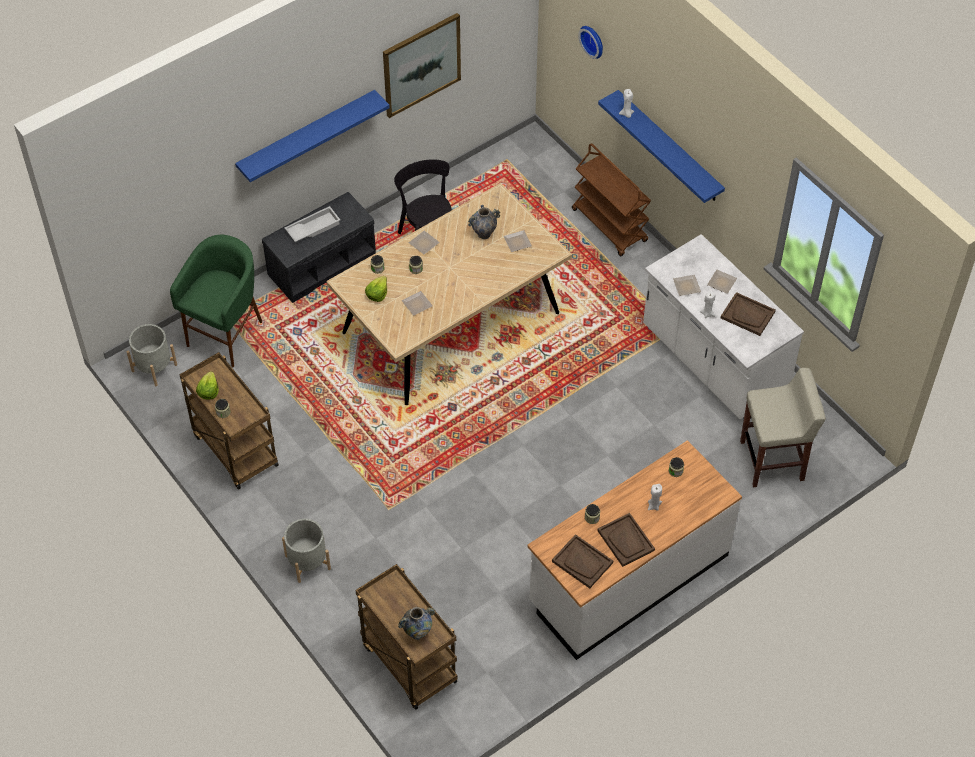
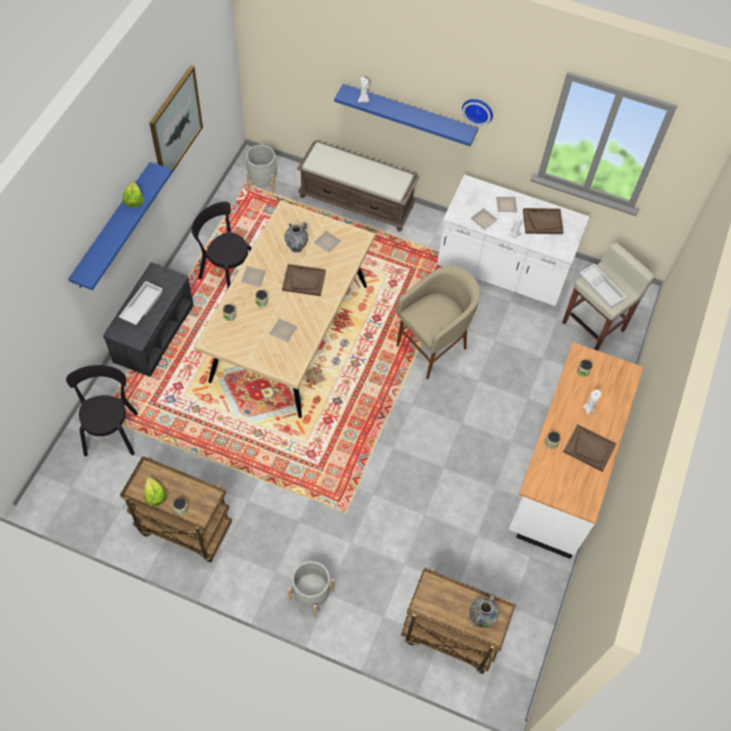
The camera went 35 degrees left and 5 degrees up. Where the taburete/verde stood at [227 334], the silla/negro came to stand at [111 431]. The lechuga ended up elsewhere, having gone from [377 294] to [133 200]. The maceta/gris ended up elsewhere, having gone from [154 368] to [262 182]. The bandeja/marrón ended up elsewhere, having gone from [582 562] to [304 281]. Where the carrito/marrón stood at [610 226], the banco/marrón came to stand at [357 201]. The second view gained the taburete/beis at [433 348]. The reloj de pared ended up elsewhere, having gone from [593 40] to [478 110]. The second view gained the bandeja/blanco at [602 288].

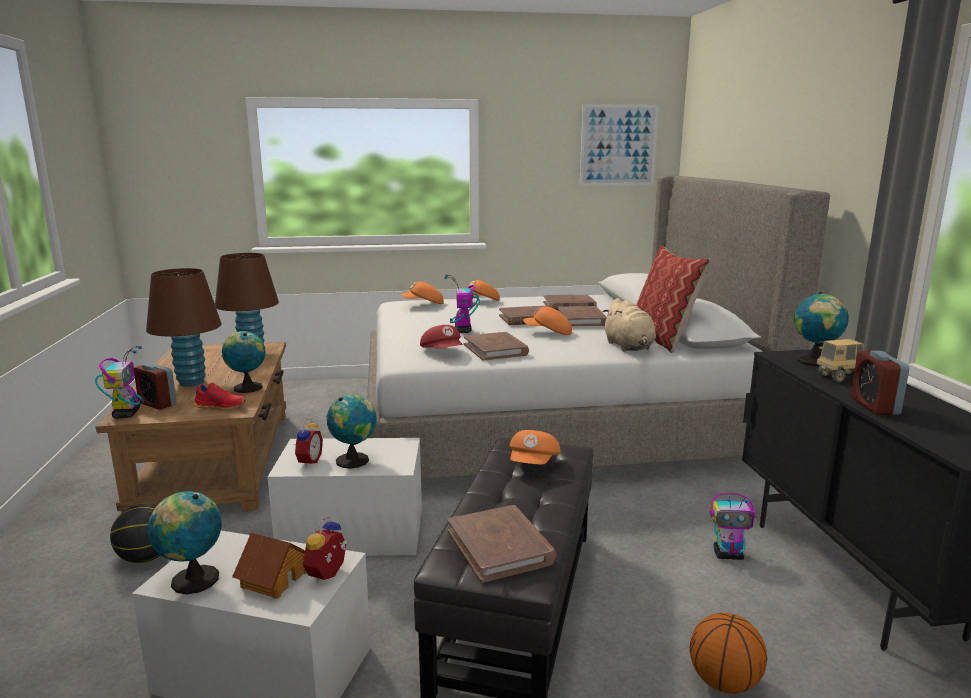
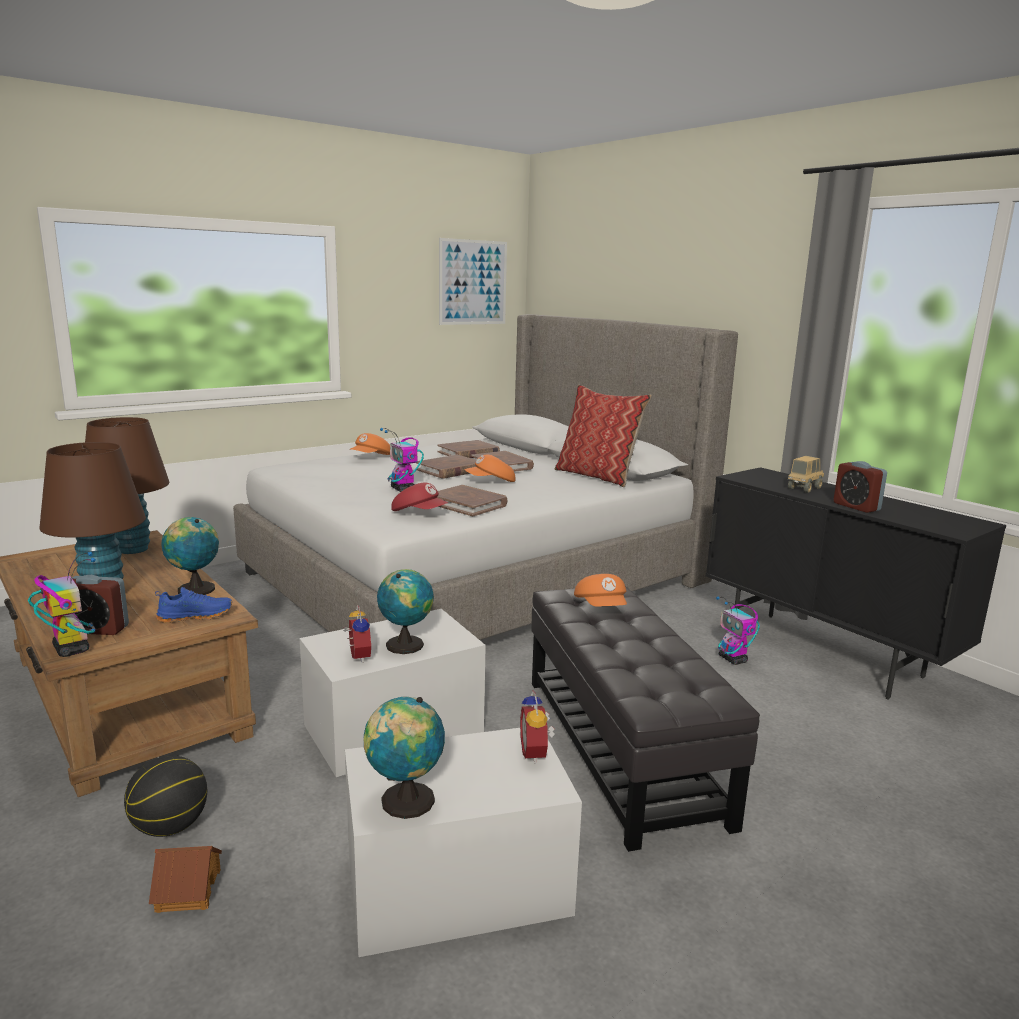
The camera went 30 degrees left and 0 degrees up. The casita ended up elsewhere, having gone from [274 579] to [187 890]. What was the zapato/rojo at [221 406] turned into the zapato/azul at [195 616]. The robot de juguete at [728 555] ended up facing another way, 90 degrees clockwise from before. The second view lost the gorra/naranja at [423 304]. The second view lost the libro/marrón at [500 547]. The second view lost the peluche/beis at [629 347]. The second view lost the balón de baloncesto at [723 682]. The second view lost the globo terráqueo at [815 362].

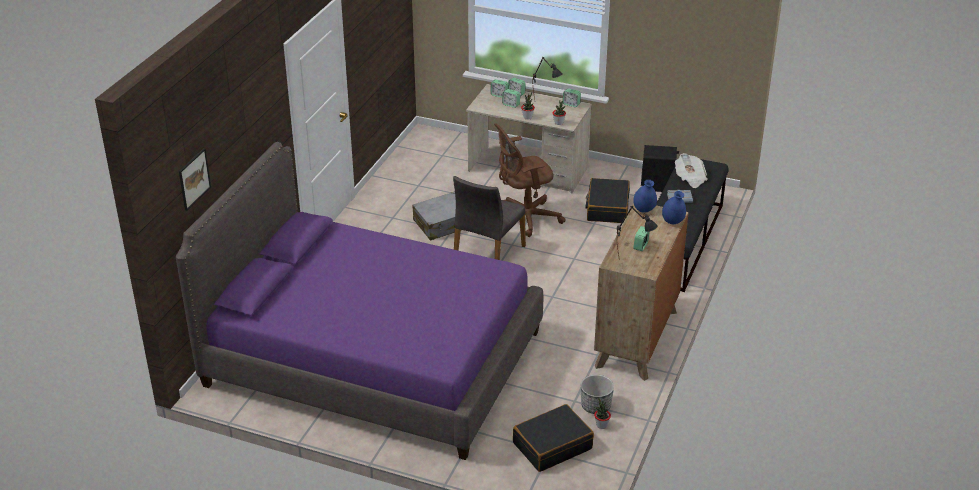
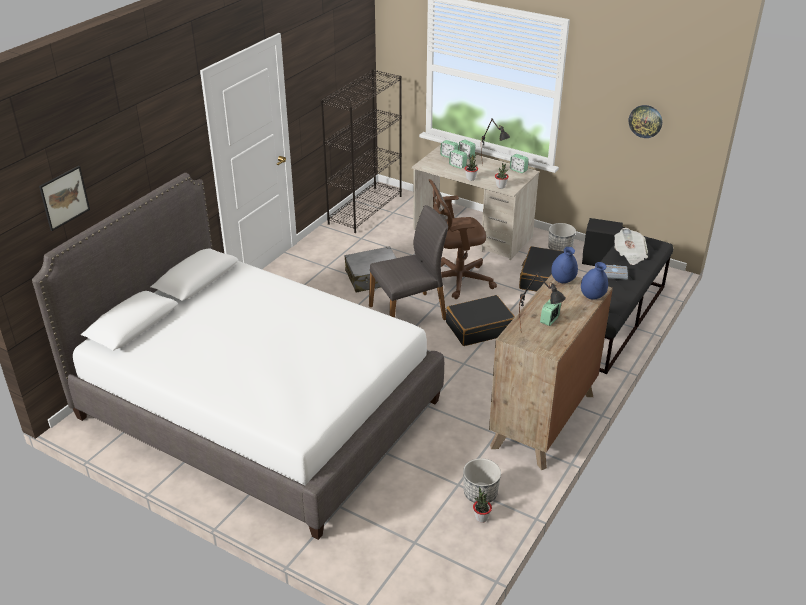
The camera went 10 degrees right and 0 degrees up. What was the cama/morado at [373 358] turned into the cama/blanco at [258 408]. The second view gained the estantería/negro at [365 209]. The silla/gris at [487 255] ended up facing another way, 150 degrees counterclockwise from before. The maleta/negro ended up elsewhere, having gone from [552 445] to [479 328]. The second view gained the maceta at [560 248]. The second view gained the reloj de pared at [645 121].

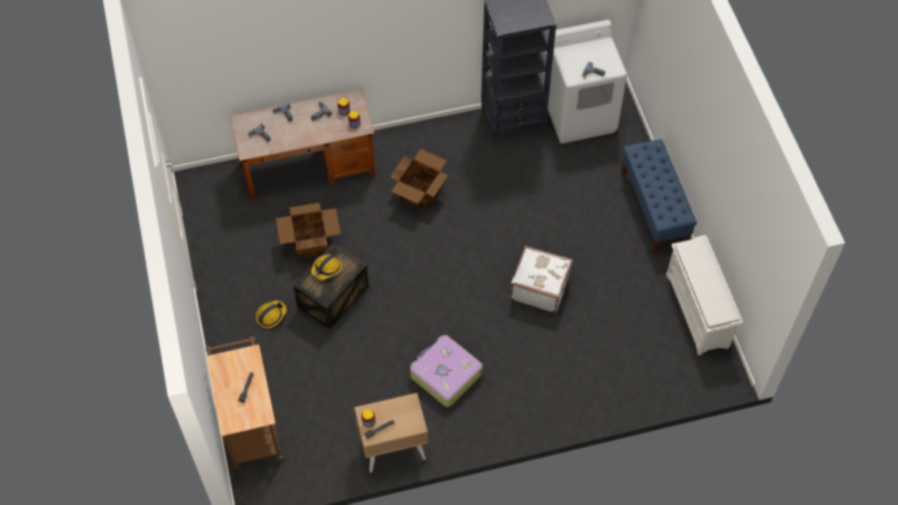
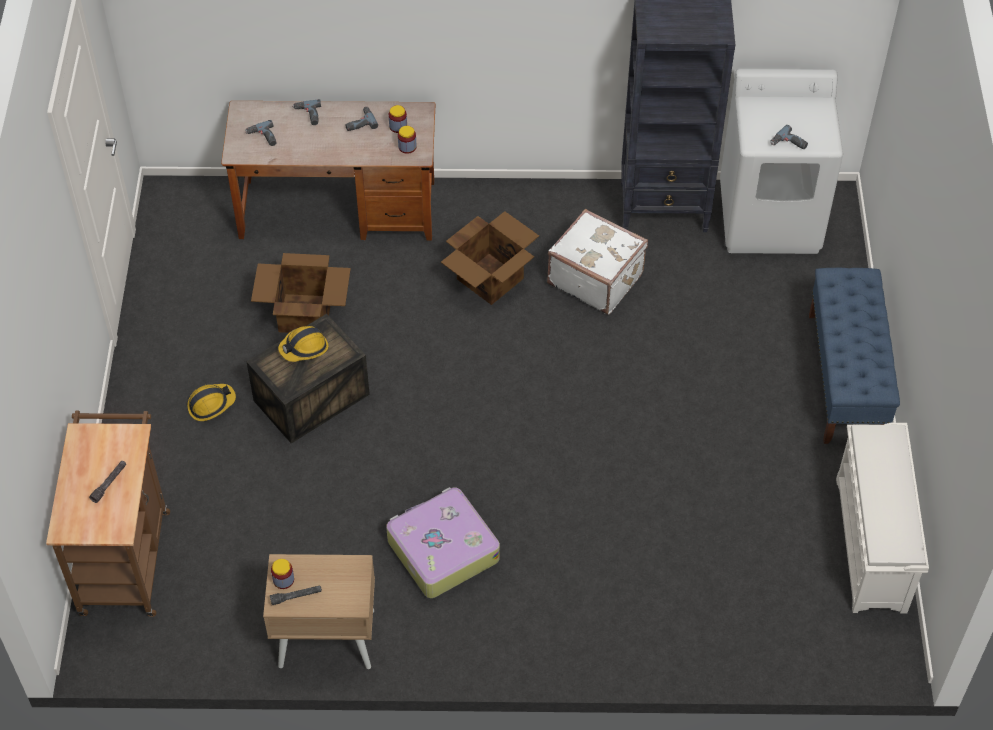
The camera went 15 degrees right and 5 degrees down. The maleta/blanco ended up elsewhere, having gone from [539 288] to [596 278].

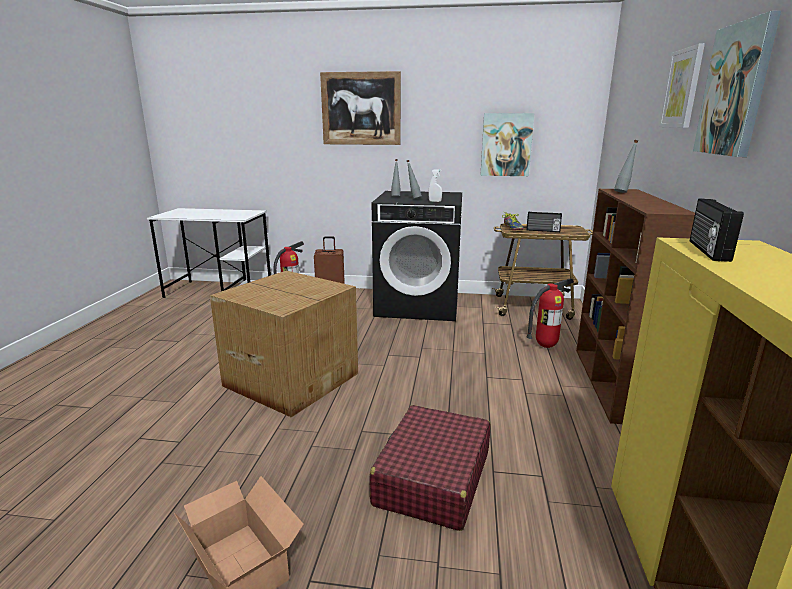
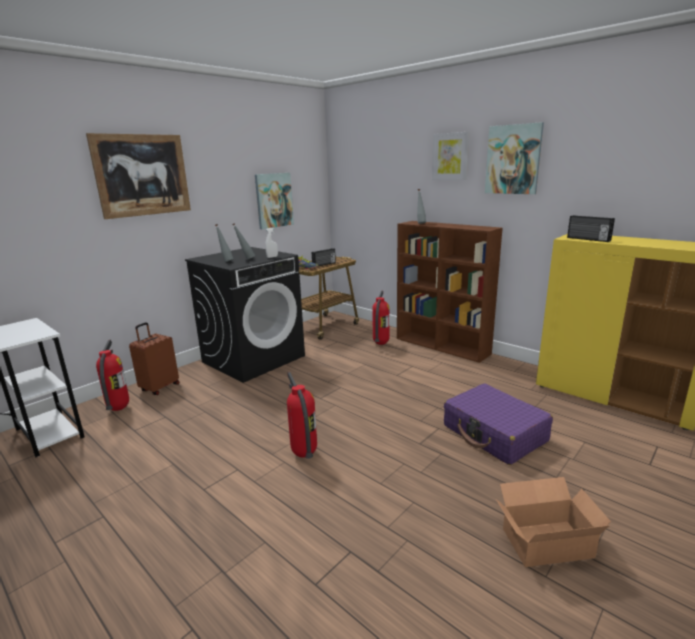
The camera went 55 degrees left and 0 degrees up. Where the caja de cartón stood at [291 378], the extintor came to stand at [303 454]. What was the maleta/rojo at [432 478] turned into the maleta/morado at [494 434].

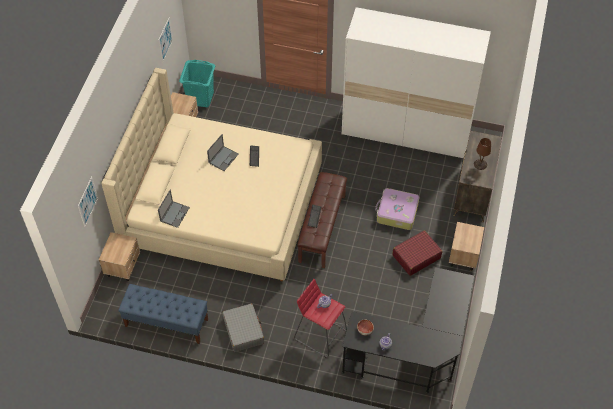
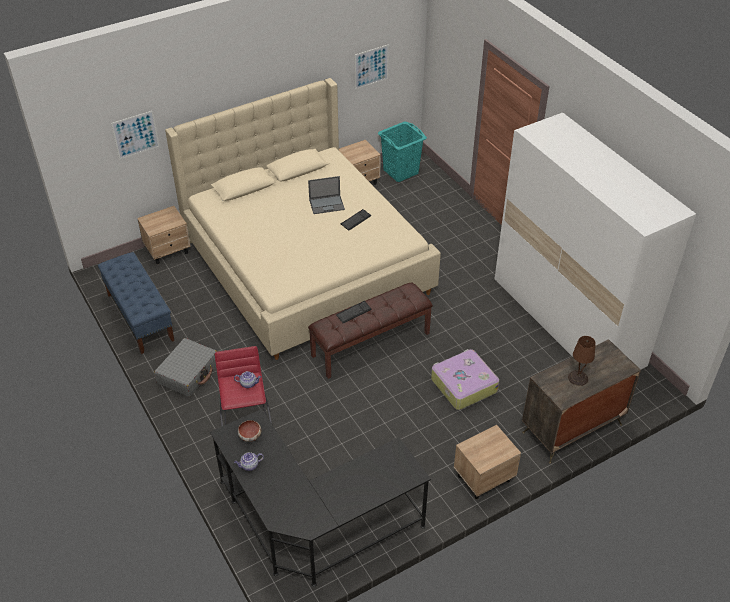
The camera went 45 degrees right and 10 degrees down. The second view lost the portátil at [175 214]. The second view lost the maleta/rojo at [416 256].

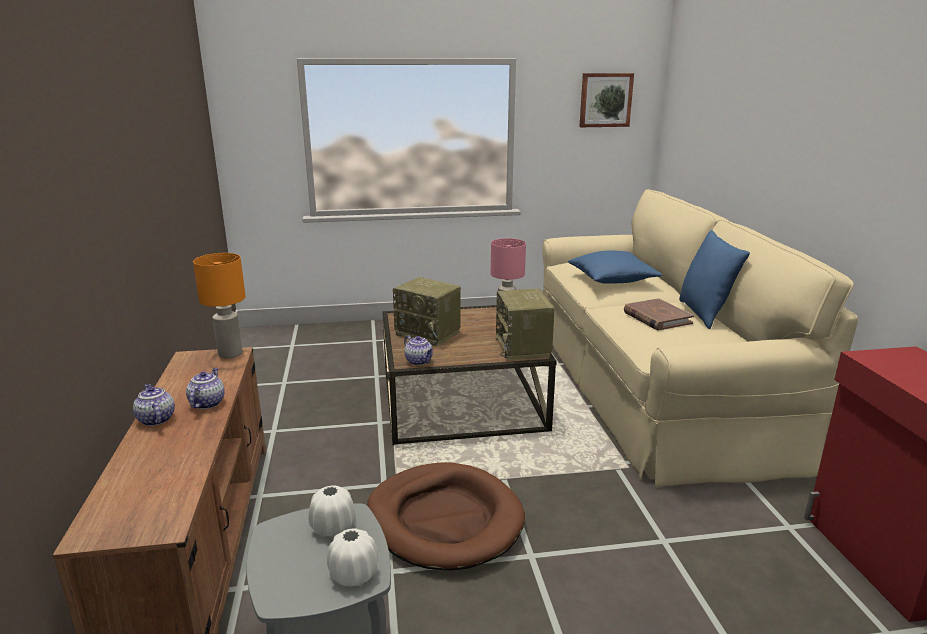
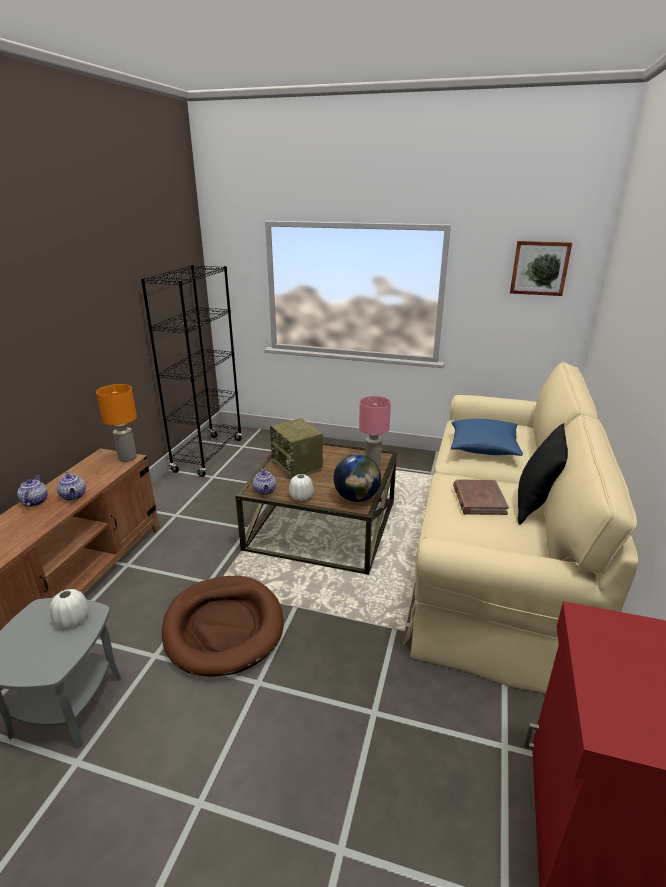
The camera went 25 degrees right and 5 degrees up. The tetera at [207 403] ended up facing another way, 120 degrees clockwise from before. The second view gained the estantería/negro at [208 455]. The florero/blanco ended up elsewhere, having gone from [353 574] to [301 496]. Where the radio stood at [523 347], the globo terráqueo came to stand at [356 498]. What was the cojín/azul at [704 314] turned into the cojín/negro at [535 506].

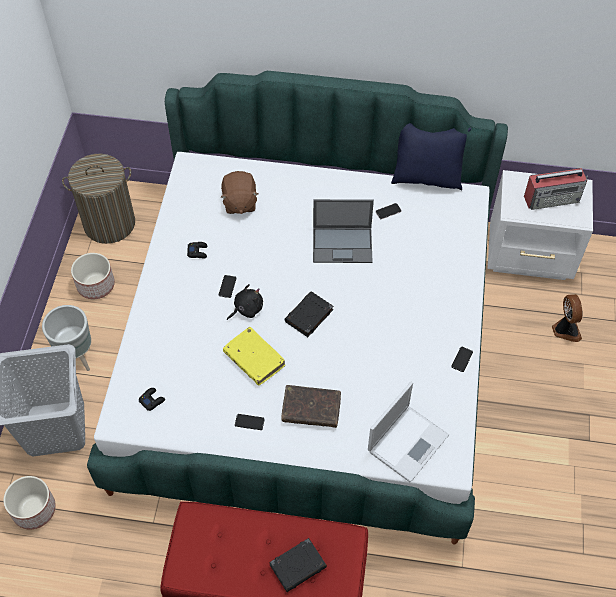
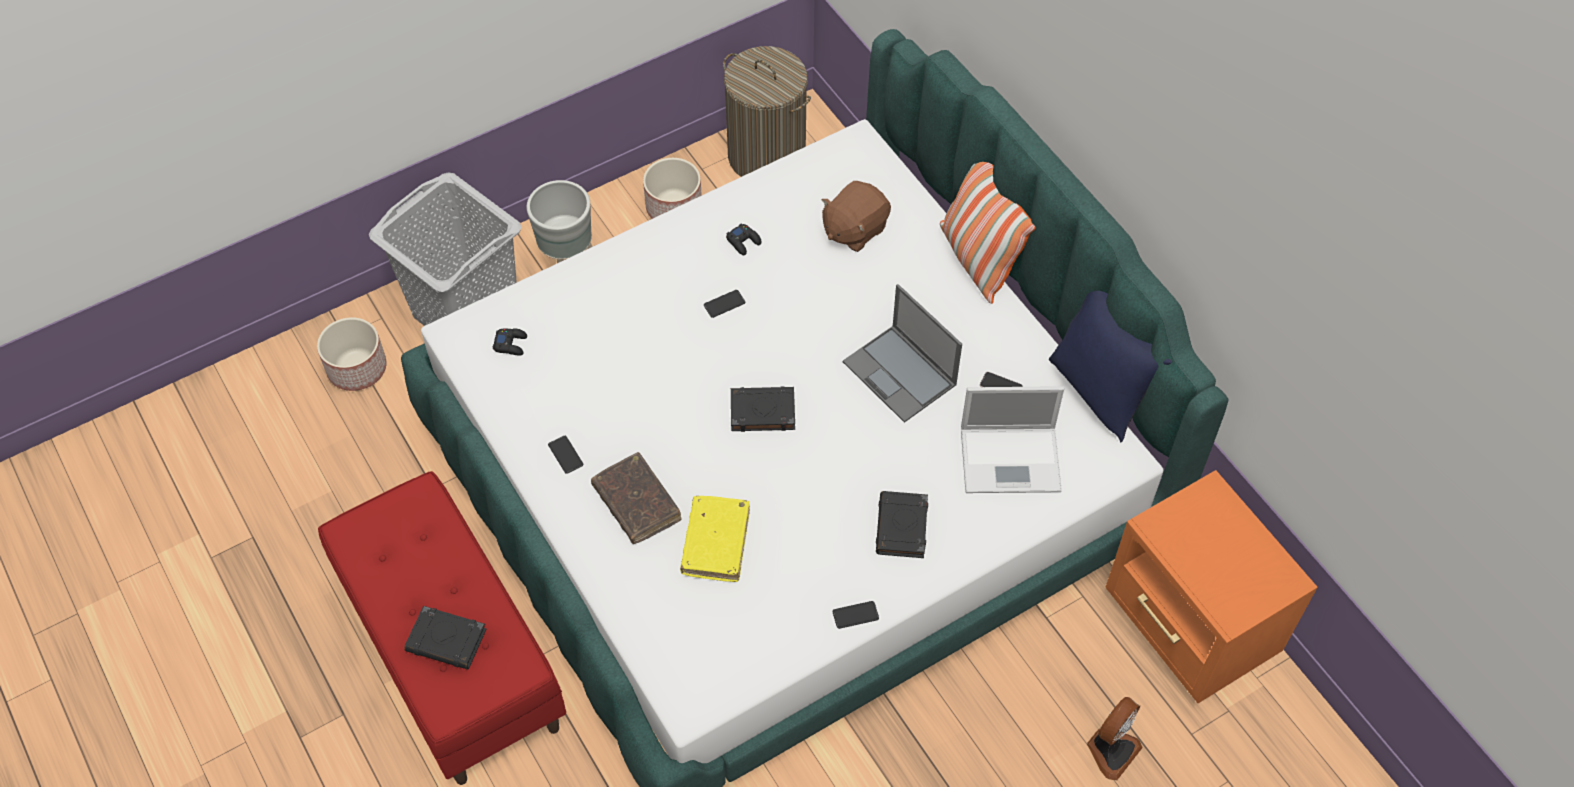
The camera went 50 degrees right and 0 degrees up. The libro/amarillo ended up elsewhere, having gone from [254 359] to [716 543]. The second view gained the libro/negro at [902 528]. The second view gained the cojín at [977 259]. The portátil ended up elsewhere, having gone from [408 442] to [1012 459]. What was the mesita de noche/blanco at [530 256] turned into the mesita de noche/naranja at [1189 629]. The second view lost the peluche/negro at [246 309]. The second view lost the radio at [552 199].

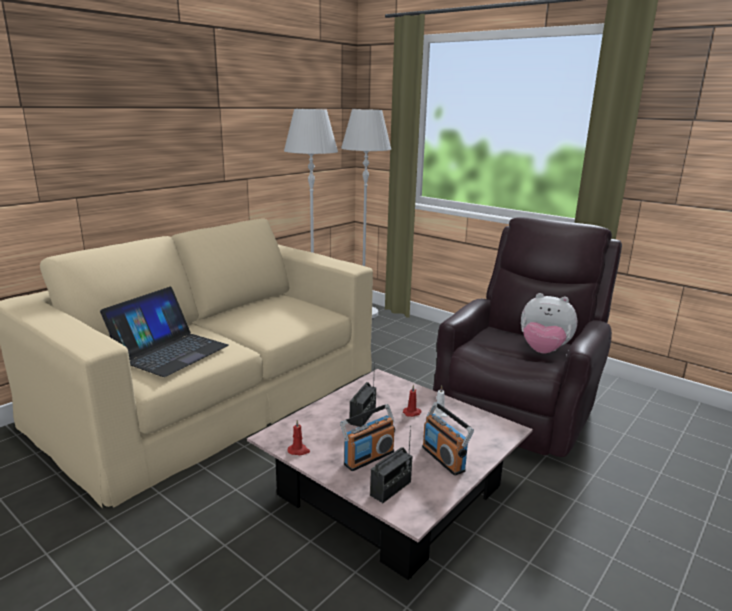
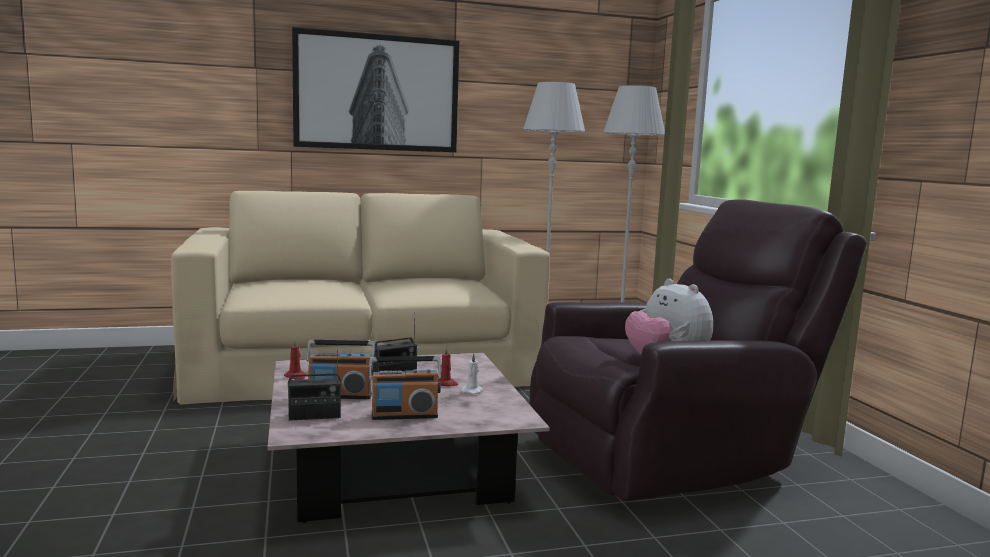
The camera went 35 degrees right and 10 degrees down. The second view gained the cuadro at [377 92]. The radio at [443 458] ended up facing another way, 105 degrees counterclockwise from before. The second view lost the portátil at [169 351].

